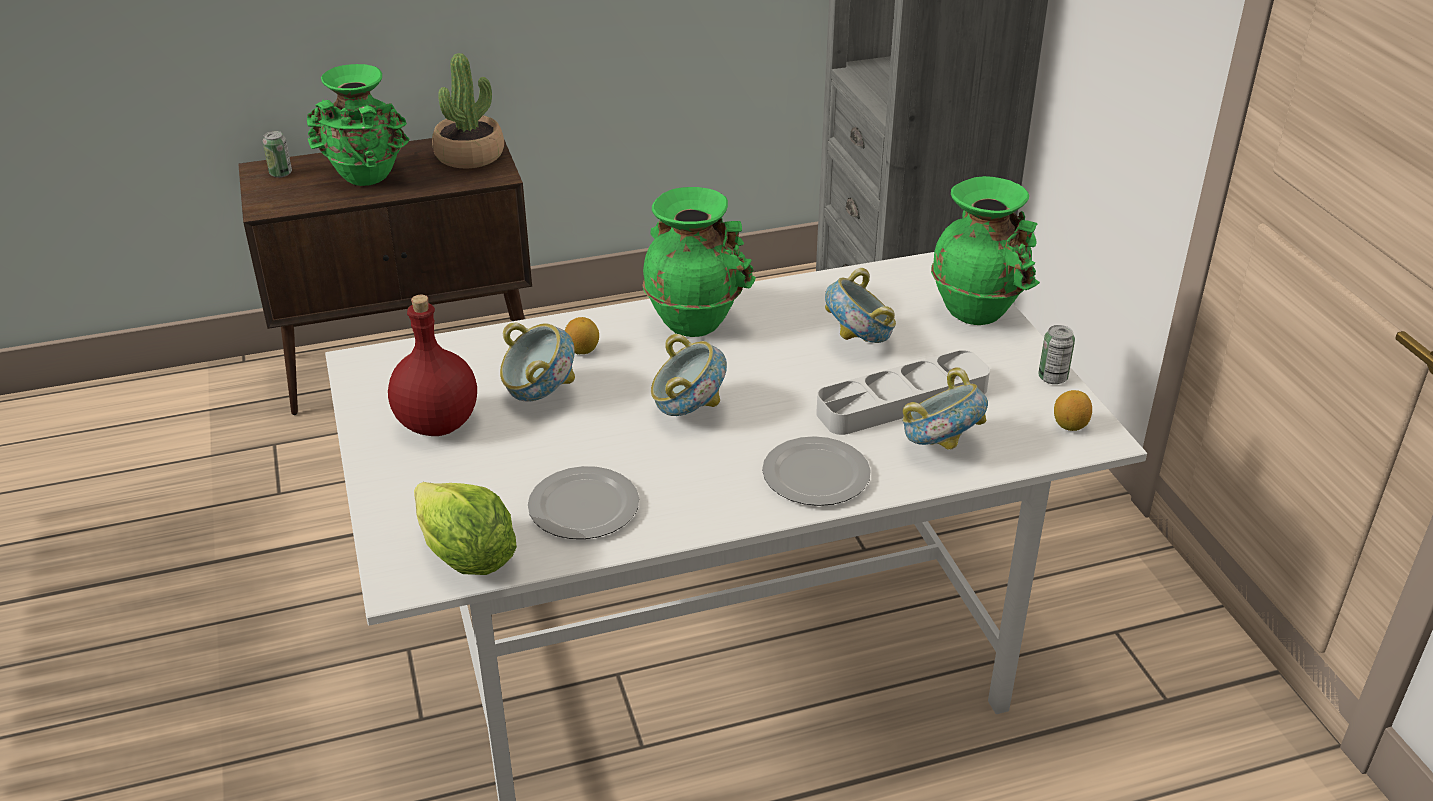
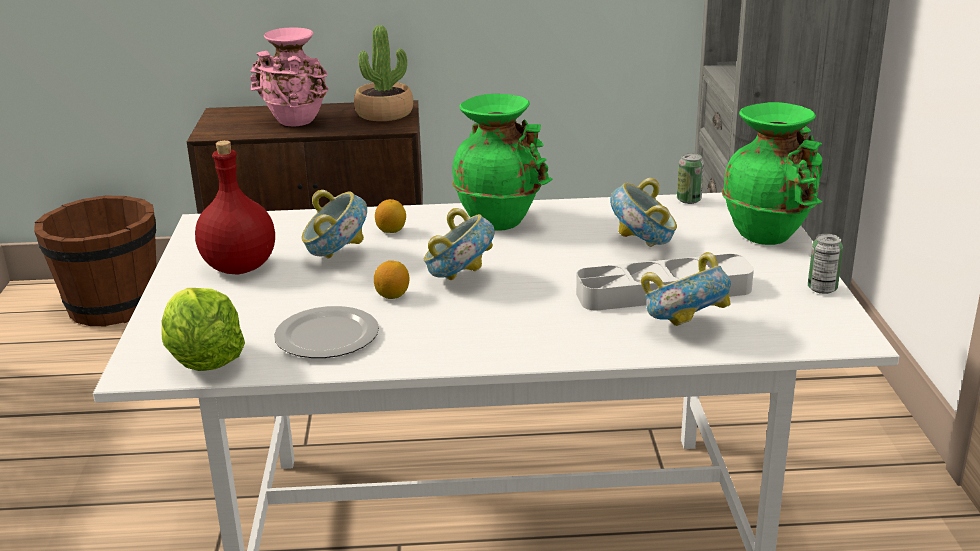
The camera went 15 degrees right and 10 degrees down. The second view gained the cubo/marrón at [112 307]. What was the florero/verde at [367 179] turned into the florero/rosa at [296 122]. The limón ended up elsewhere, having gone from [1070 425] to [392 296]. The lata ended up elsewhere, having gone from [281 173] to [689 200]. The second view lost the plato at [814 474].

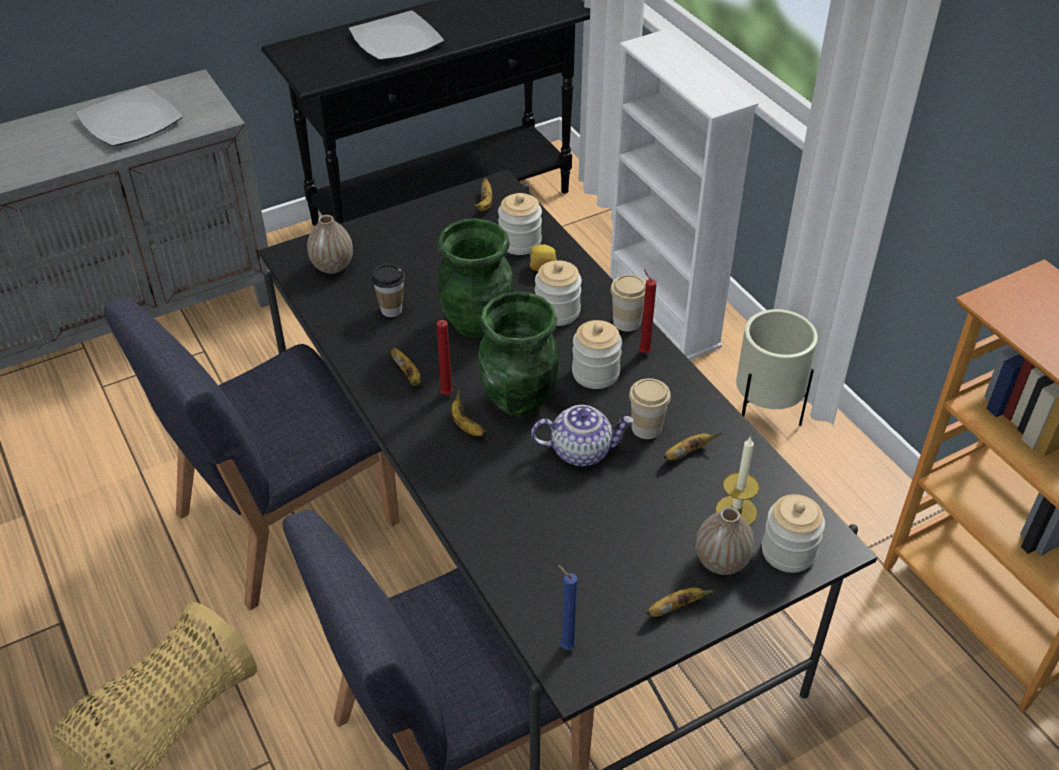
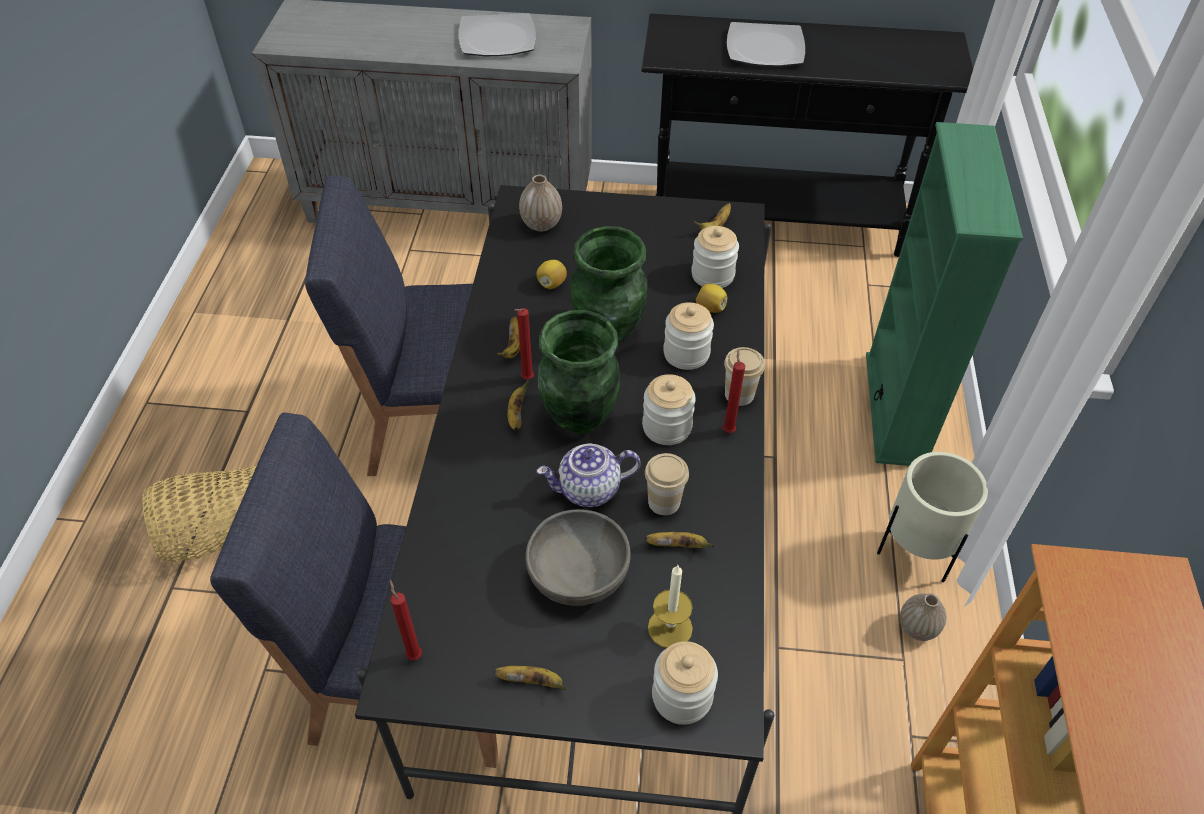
The camera went 35 degrees right and 5 degrees up. What was the vela/azul at [565 645] turned into the vela/rojo at [413 654]. The second view gained the cuenco/gris at [578 573]. Where the taza stood at [391 310], the limón came to stand at [552 284]. The tetera at [581 450] ended up facing another way, 135 degrees clockwise from before. What was the estantería/blanco at [662 314] turned into the estantería/verde at [895 408]. The florero ended up elsewhere, having gone from [721 562] to [917 628].

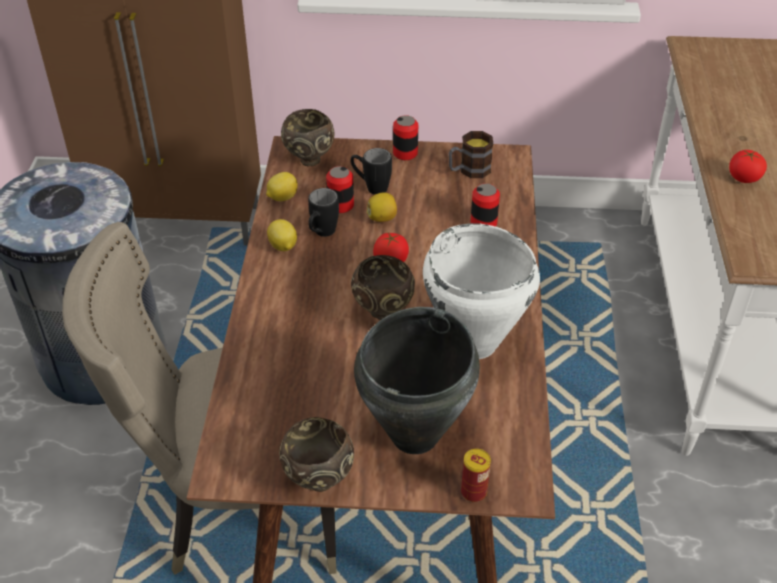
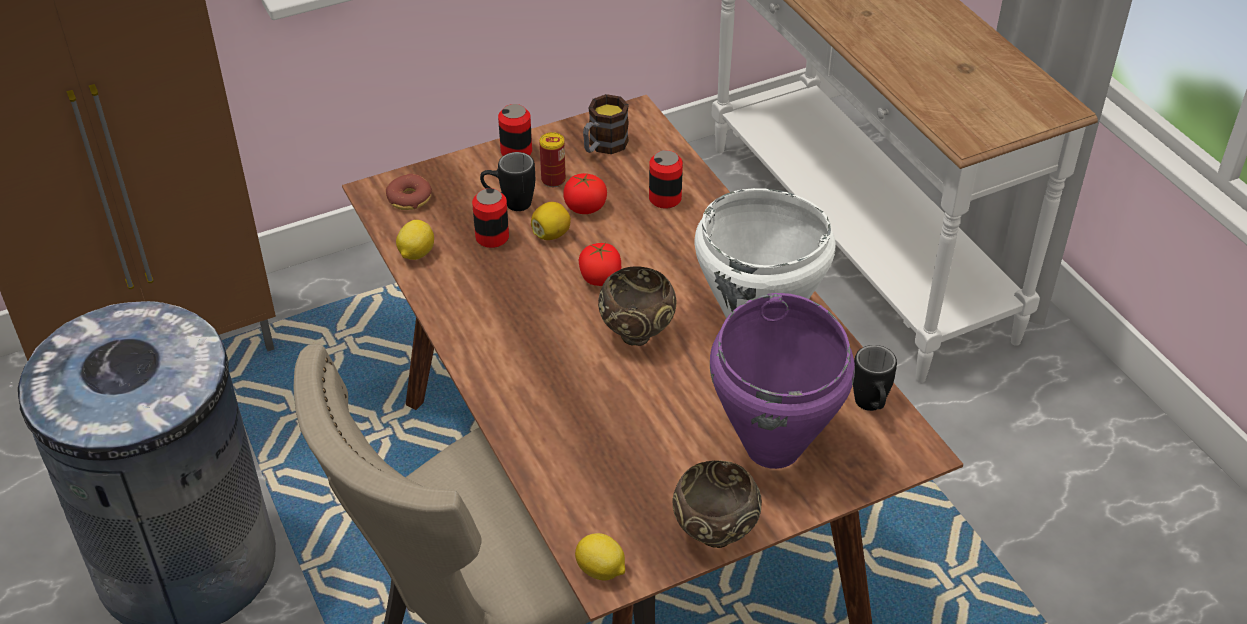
The camera went 30 degrees left and 0 degrees up. Where the cuenco/marrón stood at [308 160], the rosquilla came to stand at [409 198]. The lata ended up elsewhere, having gone from [474 492] to [553 180]. The tomate ended up elsewhere, having gone from [744 178] to [585 207]. The limón ended up elsewhere, having gone from [283 247] to [601 571]. What was the olla/negro at [416 435] turned into the olla/morado at [774 447]. The taza grande/negro ended up elsewhere, having gone from [321 234] to [871 408].

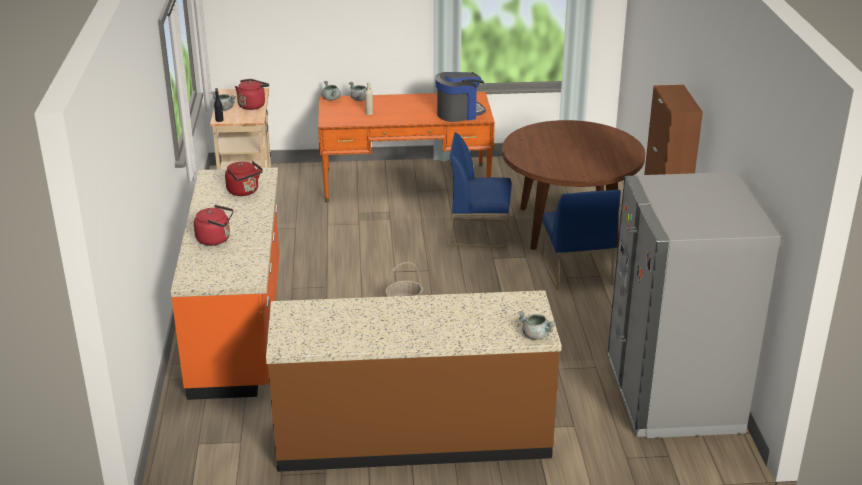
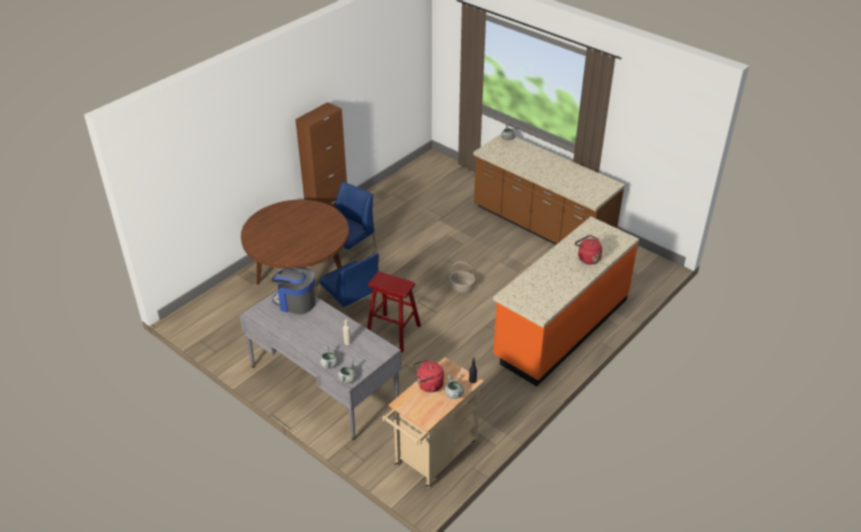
The camera went 135 degrees left and 10 degrees up. What was the escritorio/naranja at [405 183] turned into the escritorio/gris at [323 384]. The second view gained the taburete/rojo at [393 333]. The second view lost the hervidor/rojo at [244 191]. The second view lost the nevera/gris at [672 396].

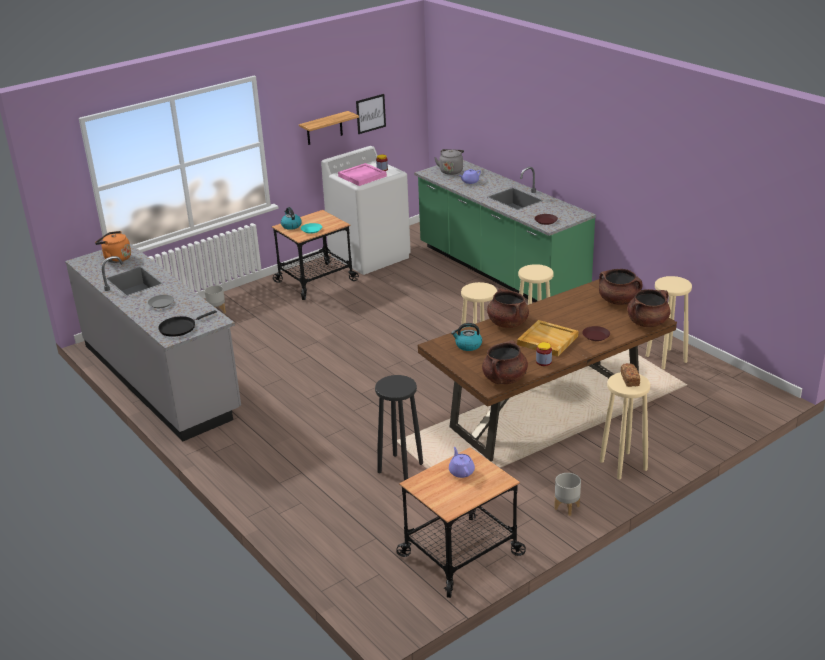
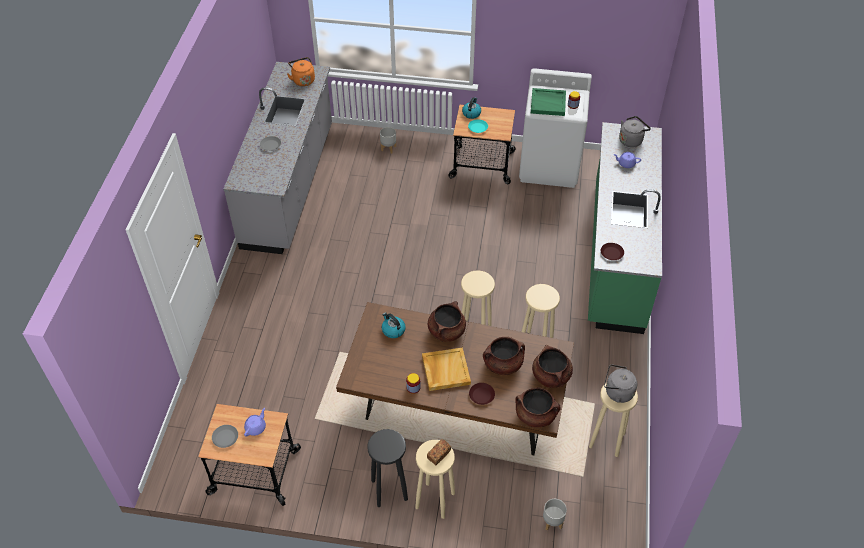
The camera went 45 degrees right and 20 degrees up. The second view gained the plato/gris at [225 437]. The taburete/negro ended up elsewhere, having gone from [400 467] to [389 489]. The olla/marrón ended up elsewhere, having gone from [504 379] to [502 365]. What was the bandeja/rosa at [362 176] turned into the bandeja/verde at [548 103]. The maceta/gris ended up elsewhere, having gone from [567 507] to [552 522]. The second view gained the hervidor/gris at [617 392]. The second view lost the sartén/negro at [180 328]. The second view lost the estante at [324 128]. The second view lost the cuadro at [370 113].

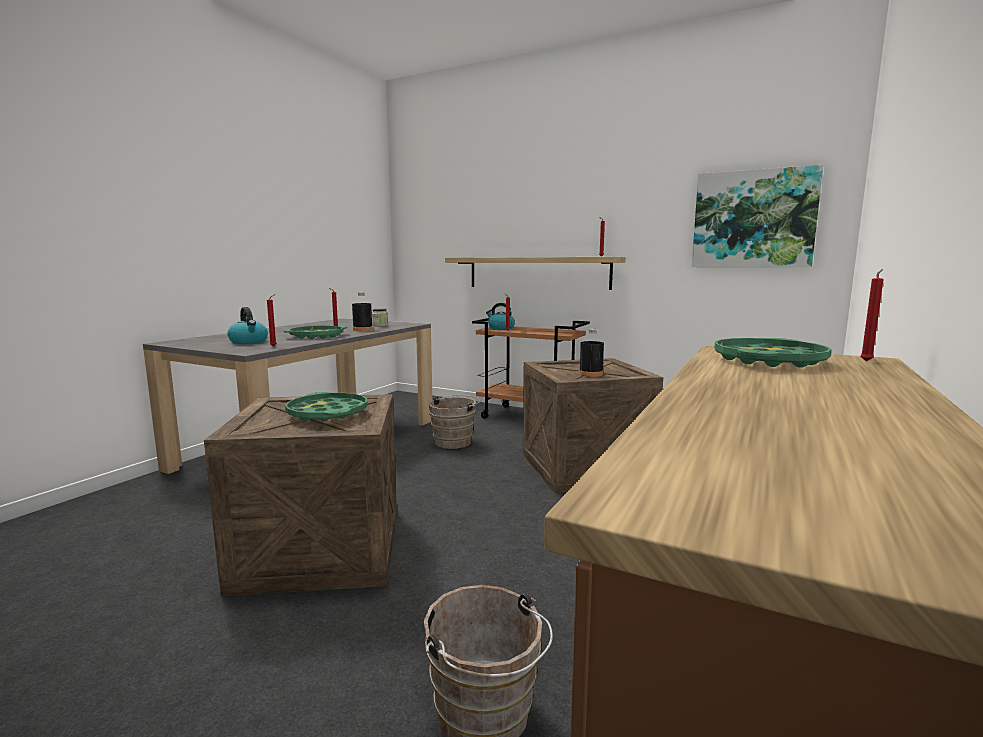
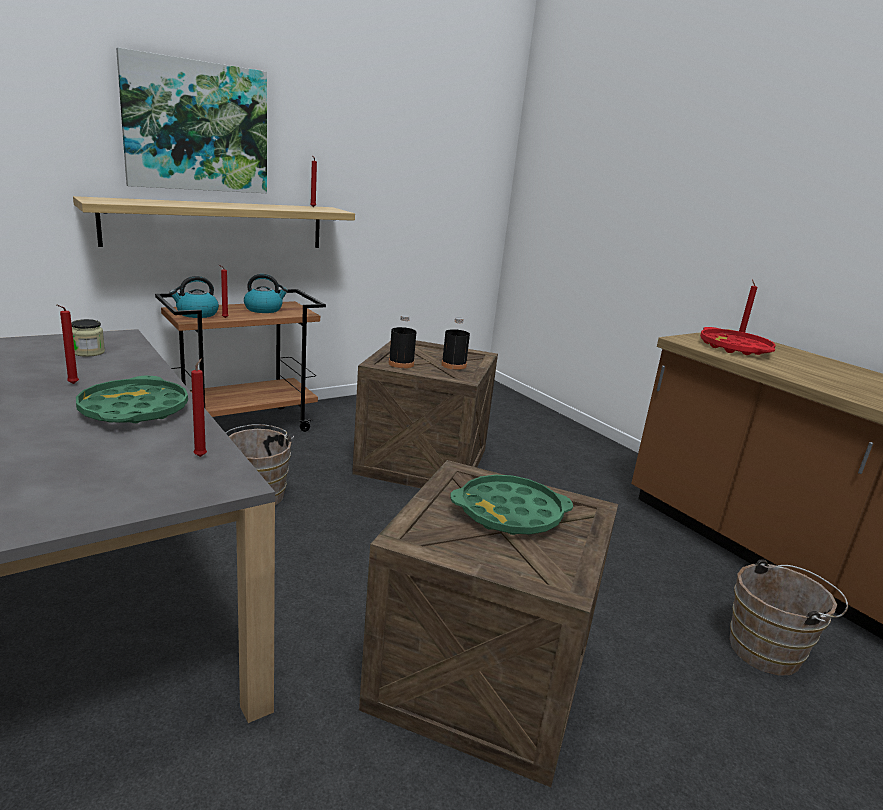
The camera went 65 degrees left and 10 degrees up. The cuadro ended up elsewhere, having gone from [753 219] to [197 127]. The hervidor ended up elsewhere, having gone from [249 342] to [264 309]. The botella/negro ended up elsewhere, having gone from [362 329] to [401 364]. What was the bandeja/verde at [768 361] turned into the bandeja/rojo at [734 348].

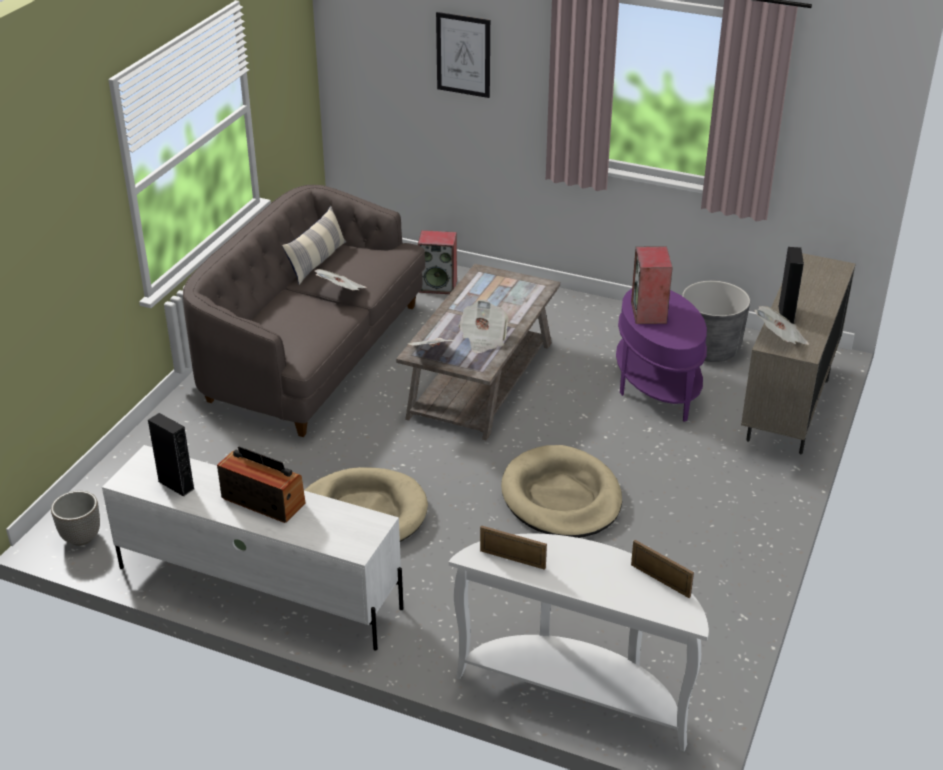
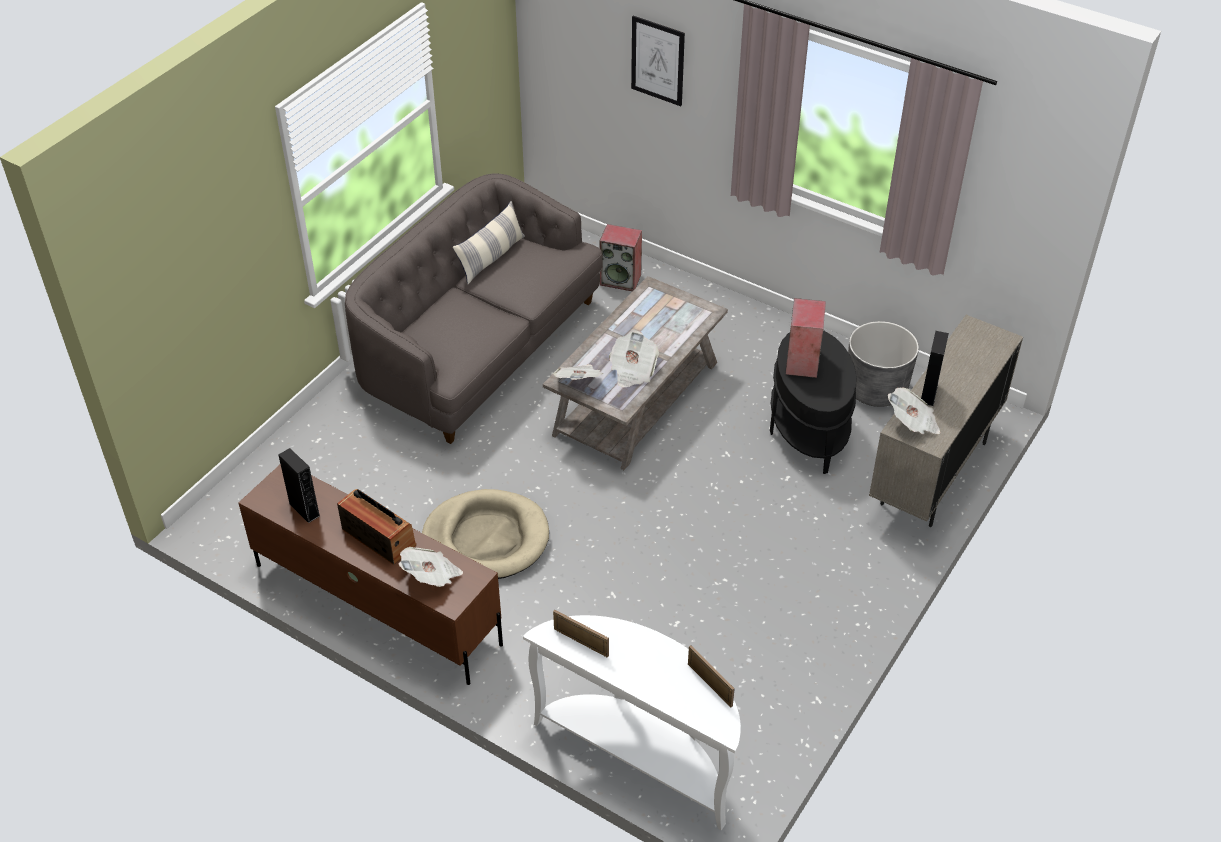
The camera went 10 degrees right and 10 degrees up. What was the mueble de televisión/blanco at [257 586] turned into the mueble de televisión/marrón at [376 603]. The periódico ended up elsewhere, having gone from [341 291] to [432 576]. What was the mesa auxiliar/morado at [657 387] turned into the mesa auxiliar/negro at [808 429]. The second view lost the maceta at [81 538]. The second view lost the cama para perro/beis at [561 497].

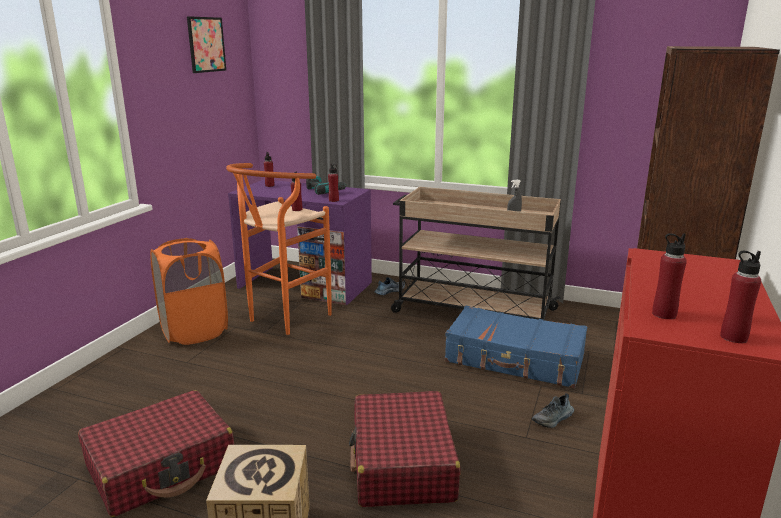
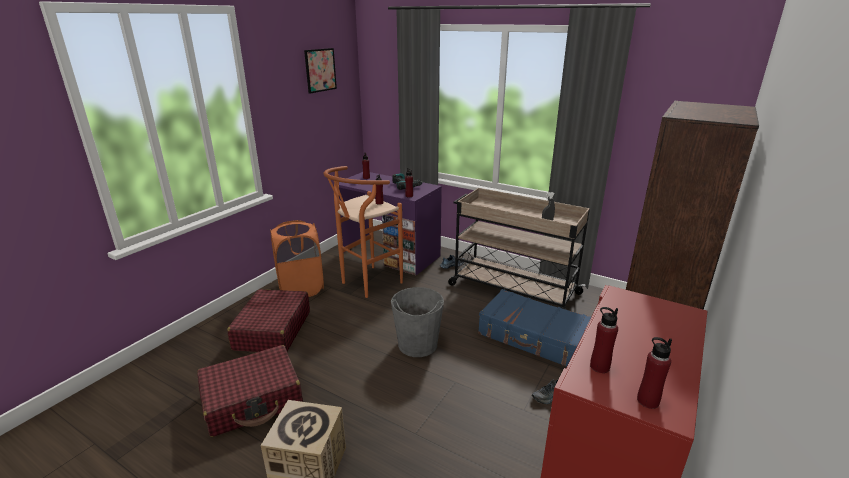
The camera went 10 degrees right and 5 degrees up. The maleta/rojo ended up elsewhere, having gone from [402 463] to [272 330]. The second view gained the cubo/gris at [417 344].

